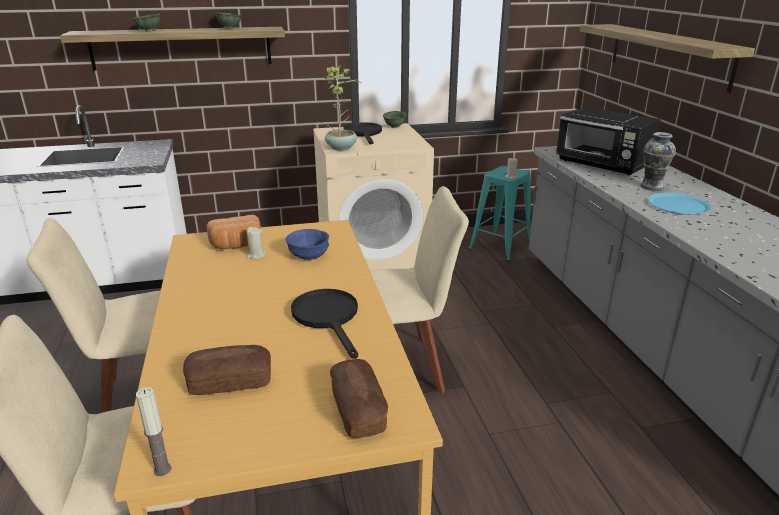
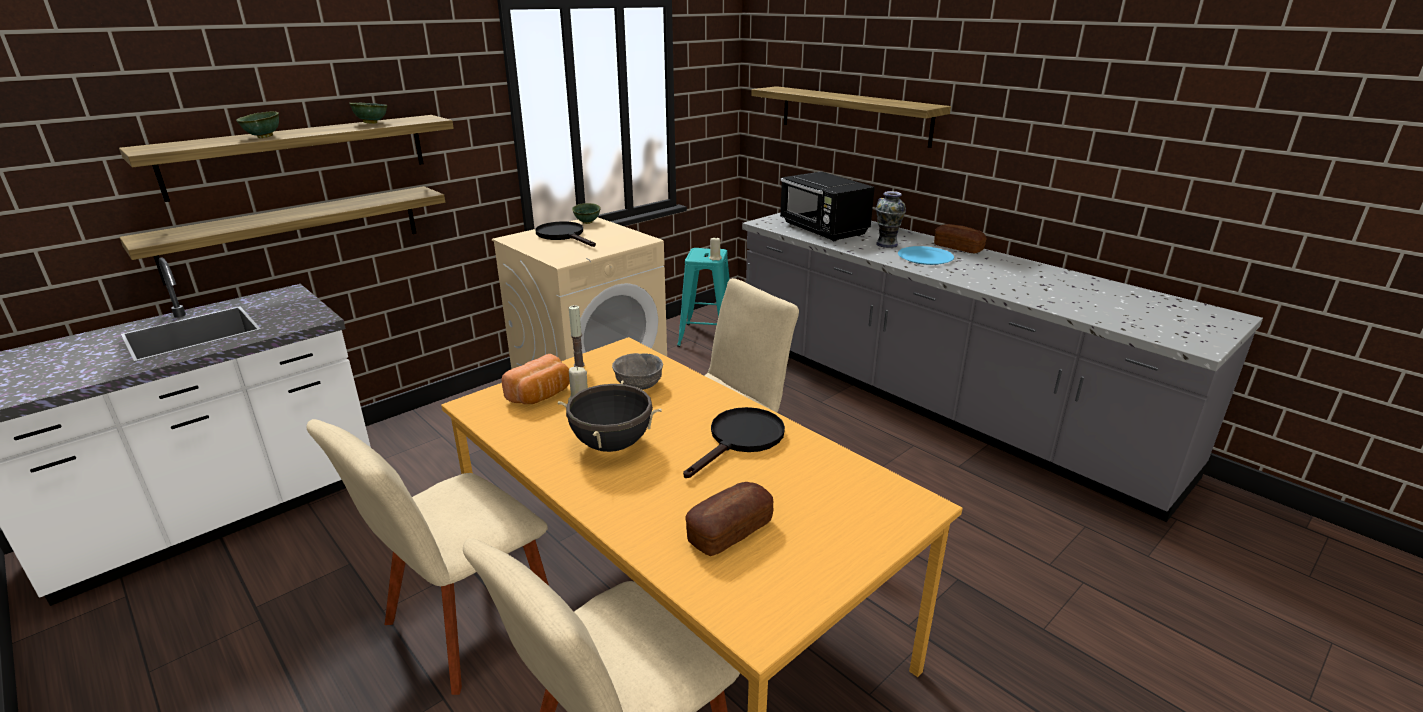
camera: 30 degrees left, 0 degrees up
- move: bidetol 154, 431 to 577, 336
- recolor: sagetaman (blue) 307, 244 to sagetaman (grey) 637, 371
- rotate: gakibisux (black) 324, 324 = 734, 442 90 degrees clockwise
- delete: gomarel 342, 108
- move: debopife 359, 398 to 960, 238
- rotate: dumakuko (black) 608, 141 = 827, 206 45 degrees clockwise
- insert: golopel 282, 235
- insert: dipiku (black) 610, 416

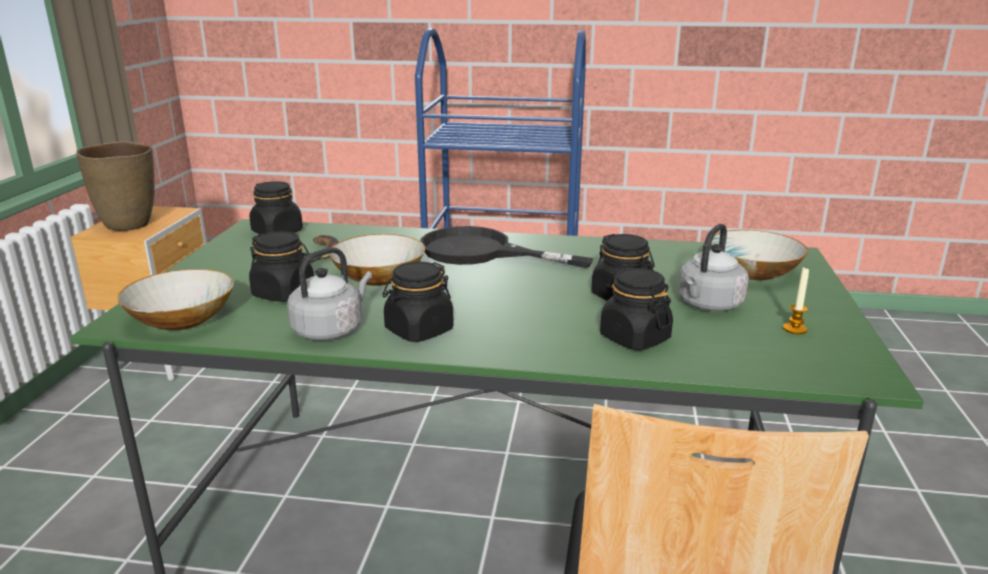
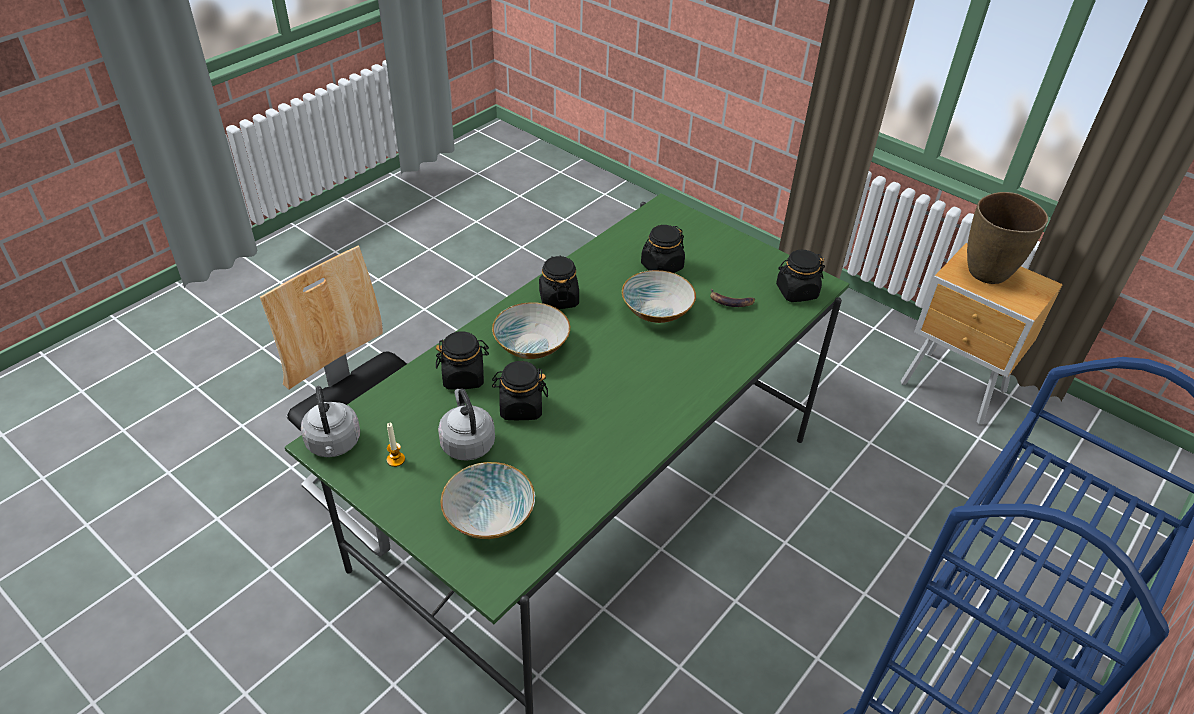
camera: 120 degrees right, 20 degrees up
- move: sagetaman 175, 300 to 531, 330
- move: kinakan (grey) 329, 294 to 330, 421
- delete: gakibisux (black) 507, 247

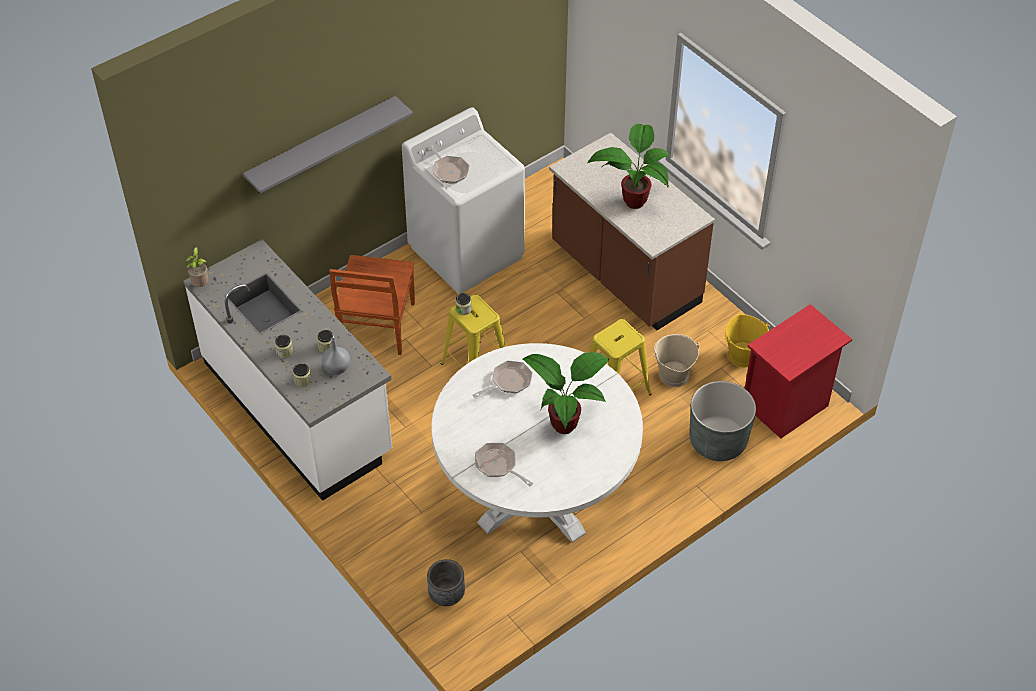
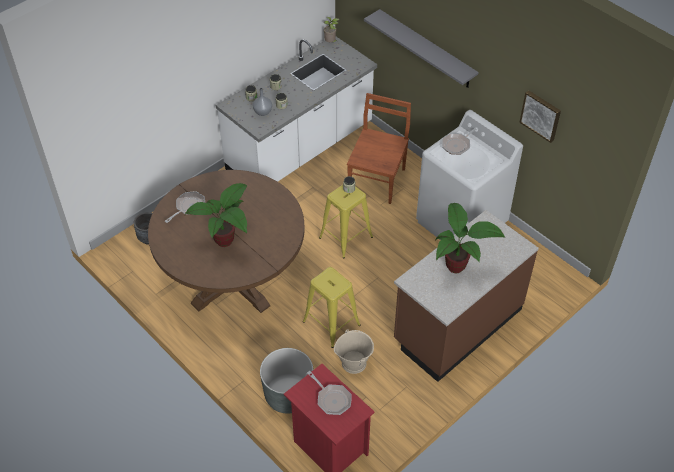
camera: 85 degrees right, 0 degrees up
- rotate: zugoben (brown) 372, 305 = 379, 148 105 degrees clockwise
- recolor: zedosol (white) 537, 443 to zedosol (brown) 226, 241
- move: gakibisux 503, 379 to 329, 393
- delete: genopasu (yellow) 747, 340
- insert: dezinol 540, 116

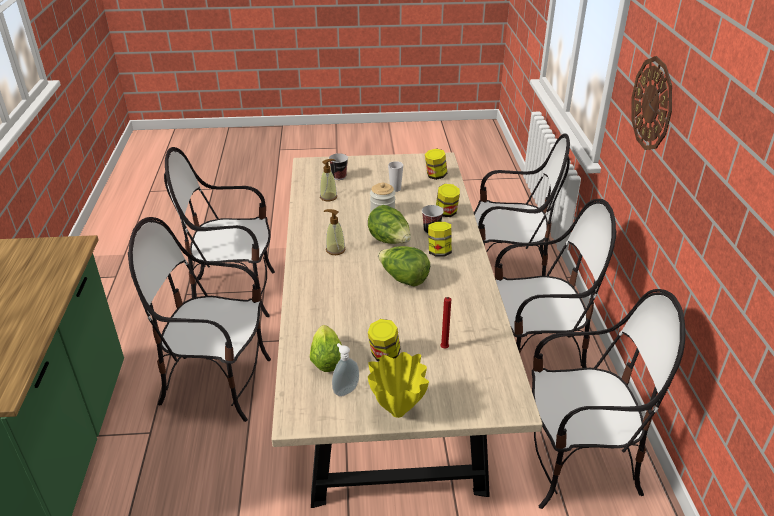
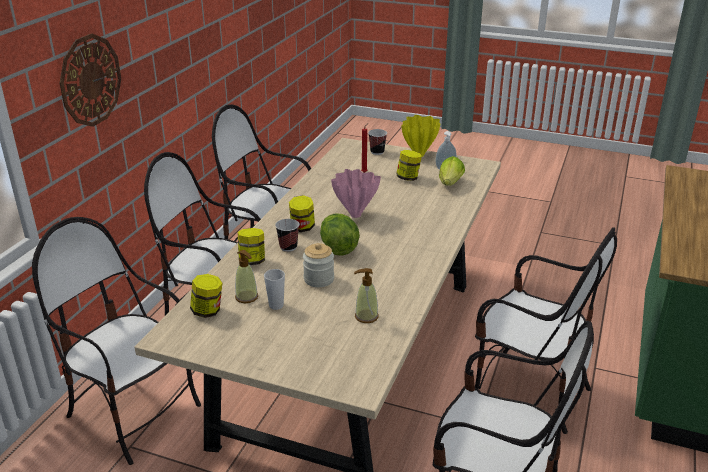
camera: 155 degrees left, 5 degrees down
- move: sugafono 334, 232 to 246, 276
- move: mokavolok 338, 166 to 377, 142
- replace: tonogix 404, 266 to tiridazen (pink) 356, 193

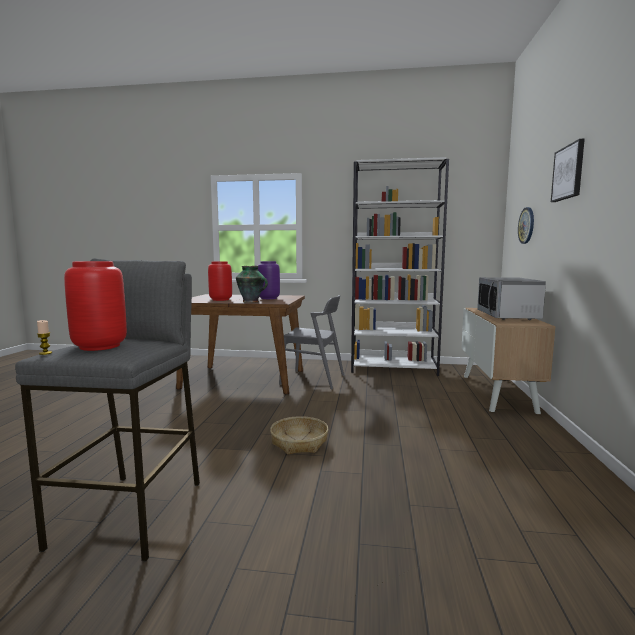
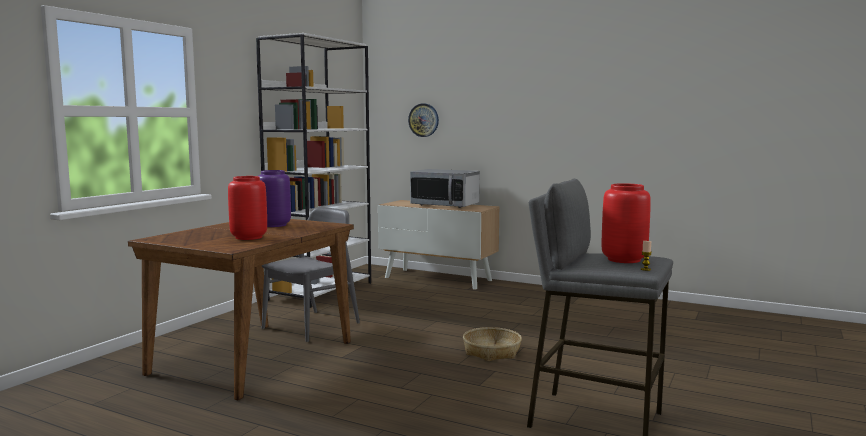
camera: 70 degrees left, 0 degrees up
- delete: tiridazen 252, 284
- delete: dezinol 568, 170

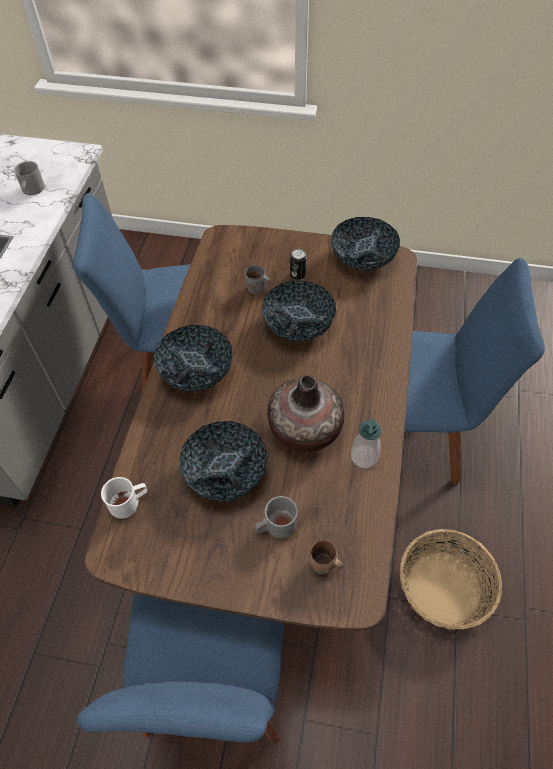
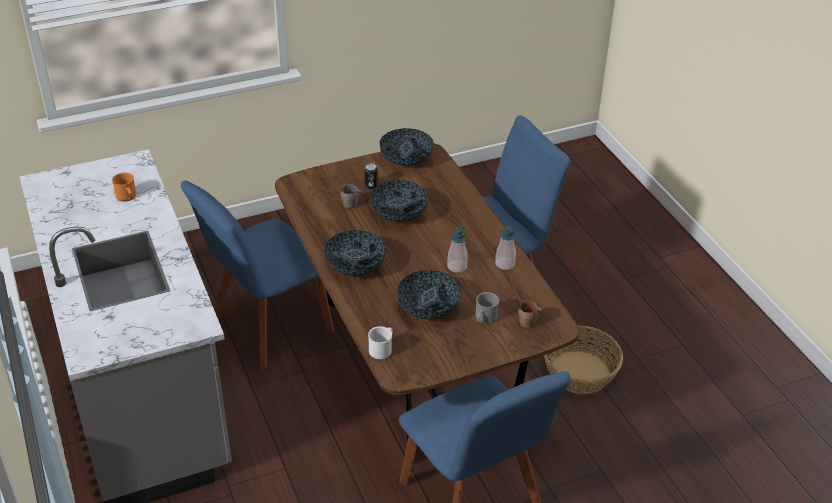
camera: 35 degrees left, 15 degrees down
- recolor: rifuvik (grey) 29, 178 to rifuvik (orange) 124, 187
- replace: tiridazen 305, 413 to sugafono 457, 249

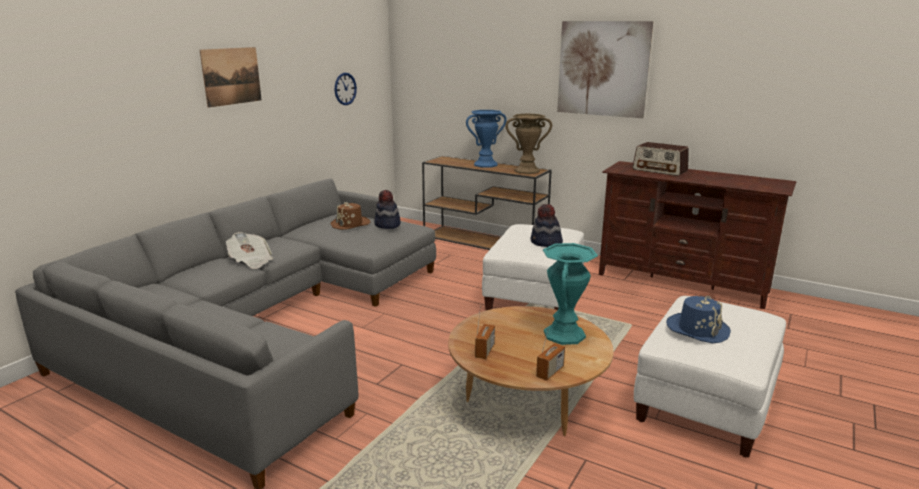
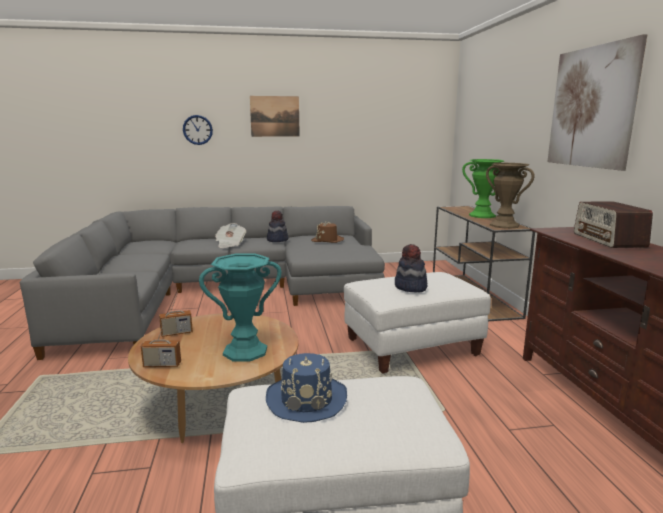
camera: 50 degrees right, 5 degrees down
- move: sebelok 346, 89 to 198, 130
- move: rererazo 387, 209 to 277, 226
- recolor: tiridazen (blue) 486, 139 to tiridazen (green) 483, 188

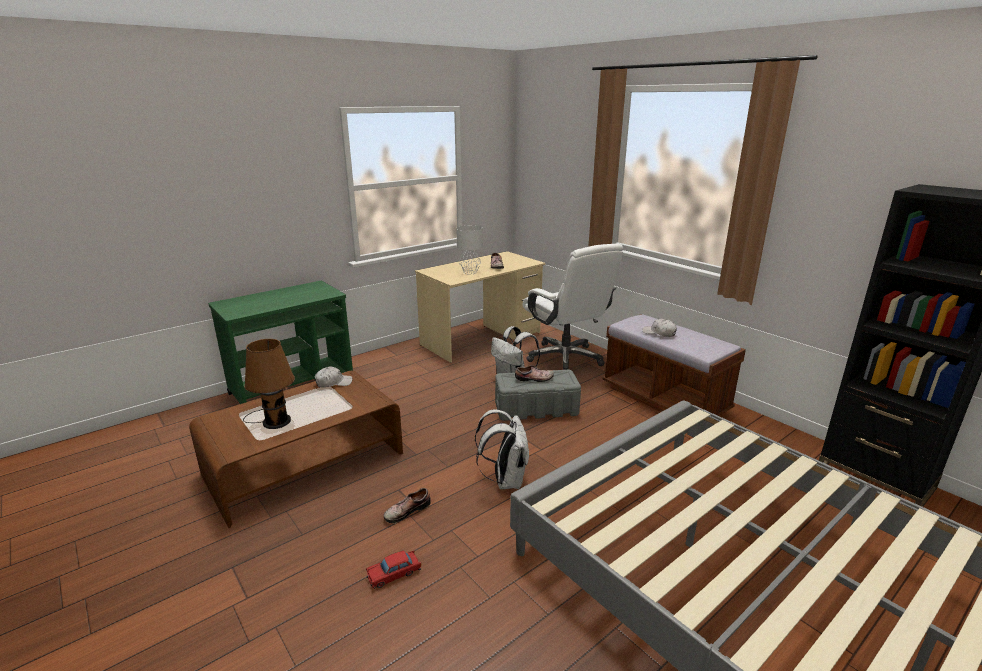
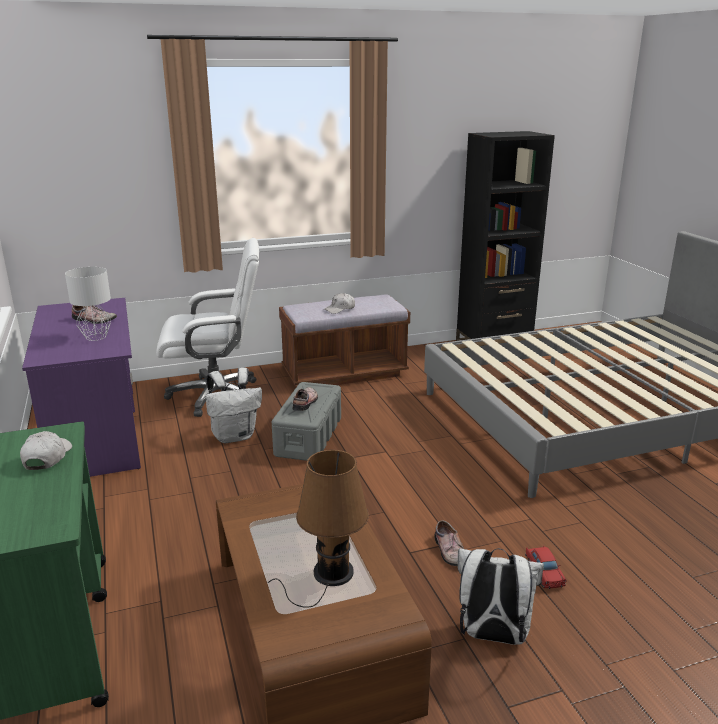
camera: 70 degrees left, 0 degrees up
- move: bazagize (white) 333, 376 to 46, 450
- recolor: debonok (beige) 480, 307 to debonok (purple) 81, 387
- move: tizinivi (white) 502, 449 to 501, 596

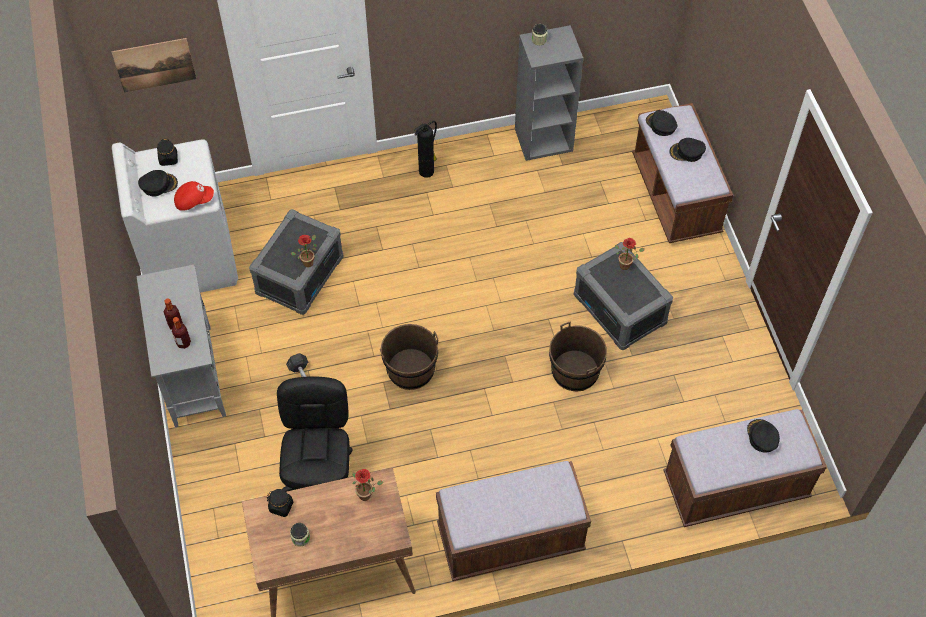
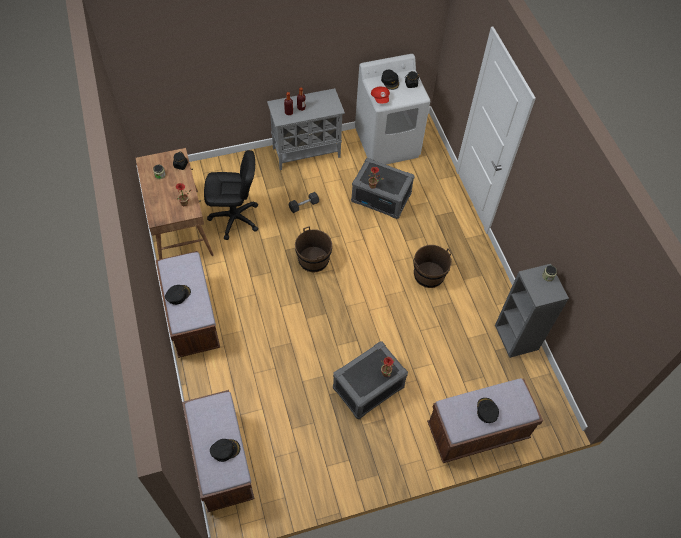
camera: 85 degrees right, 0 degrees up
- delete: dezinol 153, 65
- delete: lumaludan 425, 149
- move: genopasu (brown) 578, 357 to 432, 266
- move: bazagize (black) 661, 123 to 178, 295

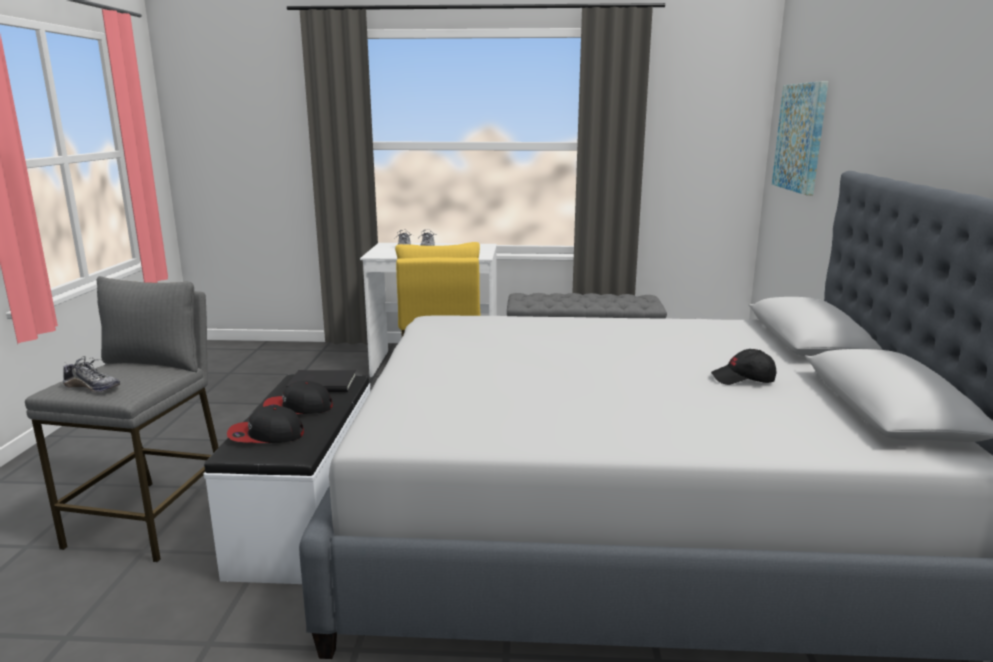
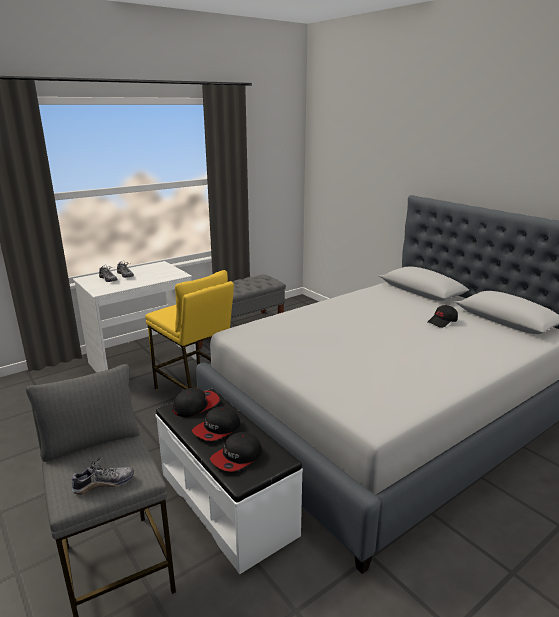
camera: 40 degrees left, 5 degrees up
- replace: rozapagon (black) 321, 381 to bazagize 196, 402
- delete: dezinol 800, 138

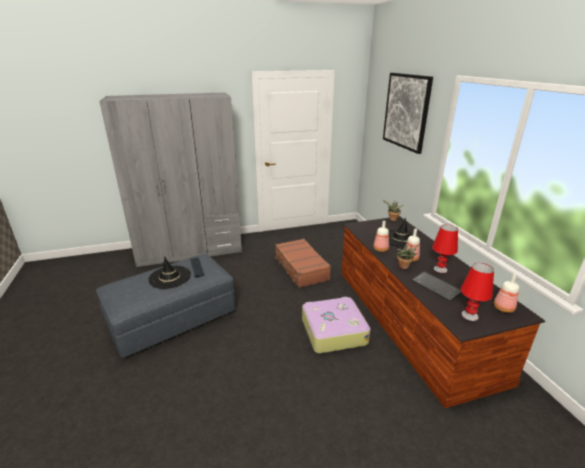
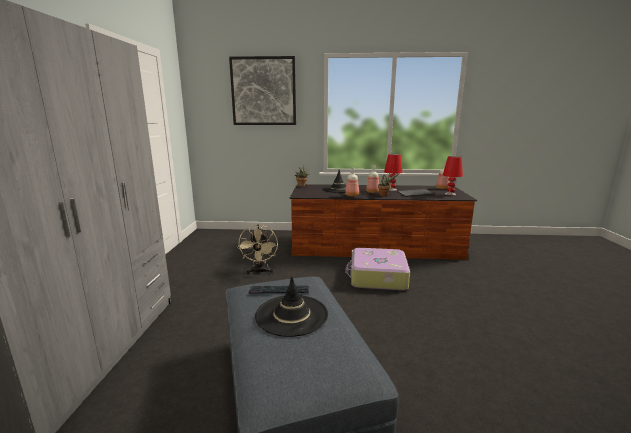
camera: 70 degrees left, 10 degrees down
- replace: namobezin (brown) 303, 263 to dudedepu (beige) 258, 249

